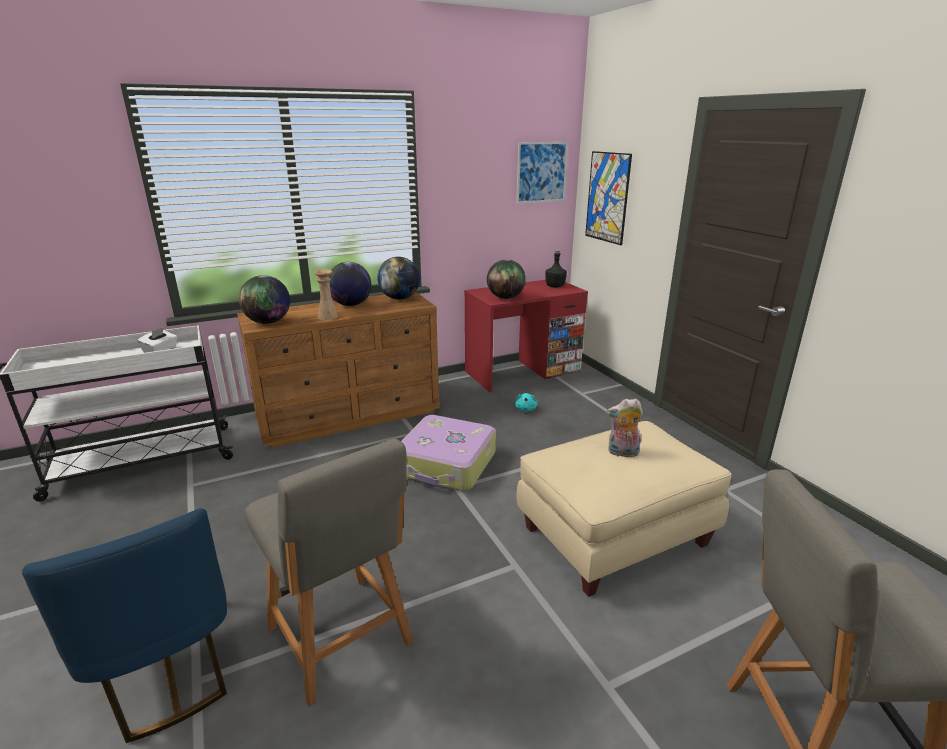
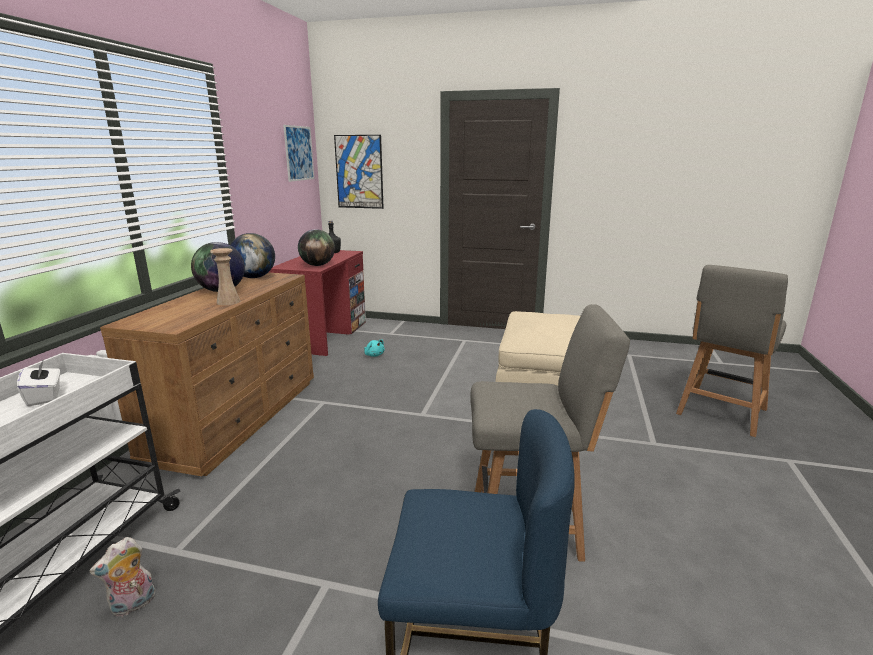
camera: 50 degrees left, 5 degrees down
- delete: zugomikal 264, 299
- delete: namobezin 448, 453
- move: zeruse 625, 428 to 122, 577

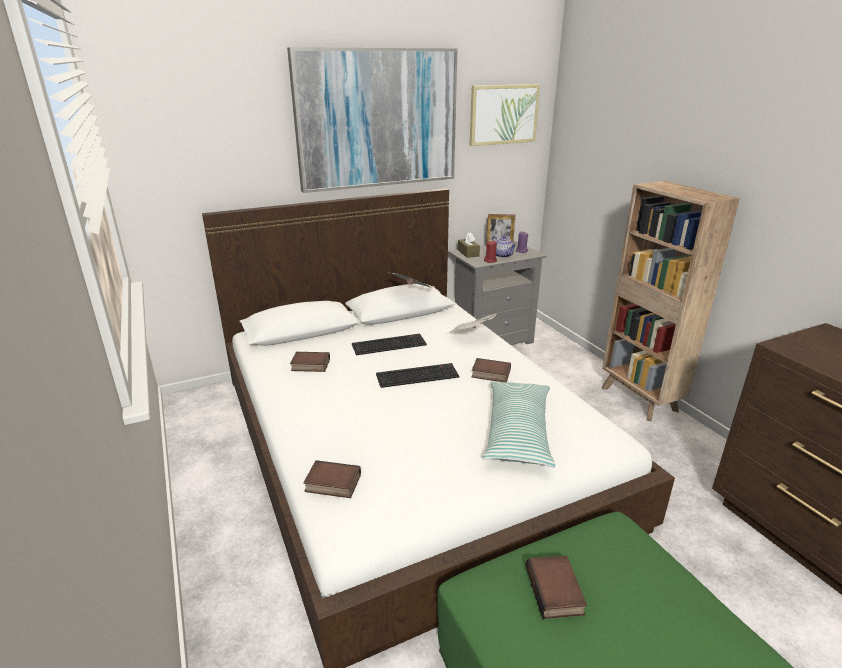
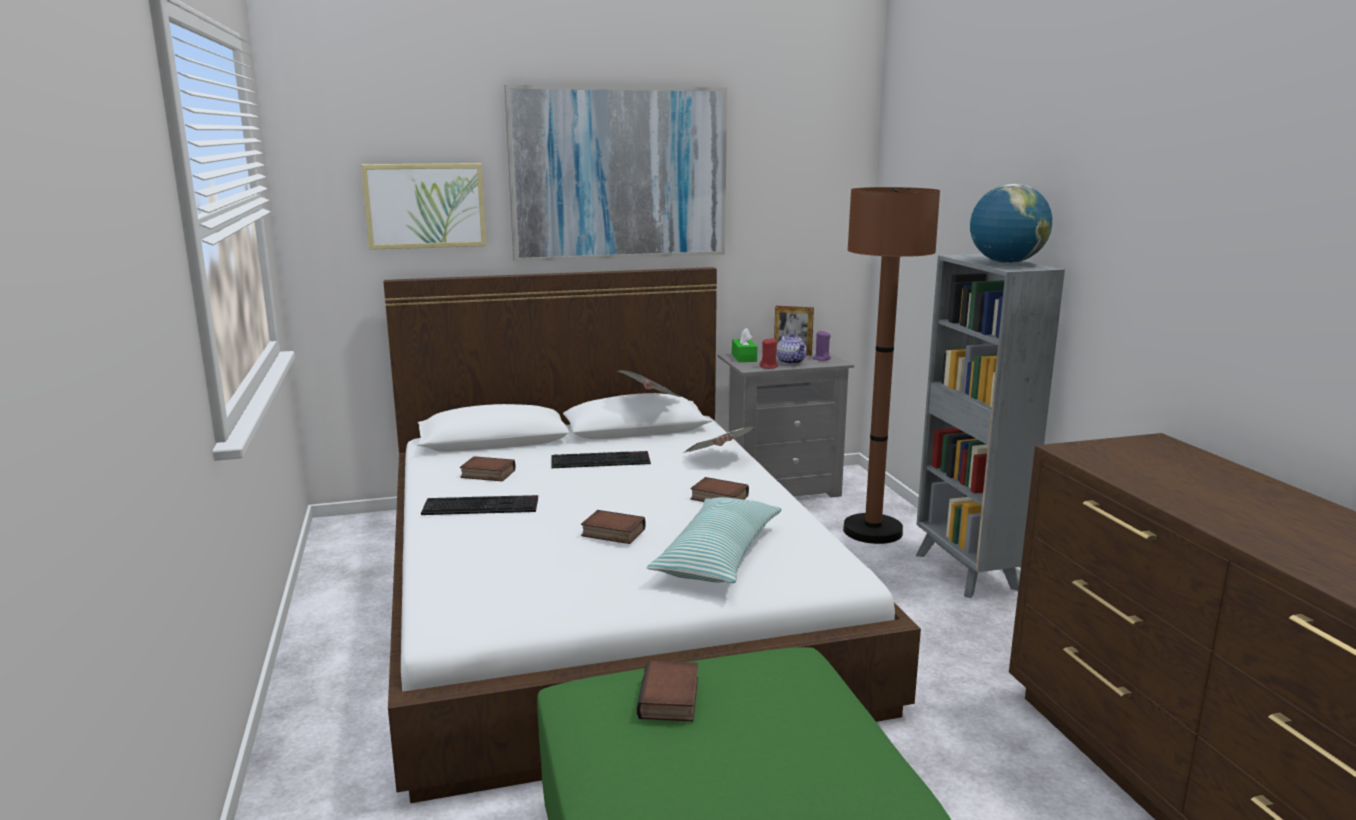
camera: 10 degrees right, 10 degrees down
- move: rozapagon 332, 479 to 613, 527
- move: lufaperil 417, 375 to 479, 505
- recolor: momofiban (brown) 469, 245 to momofiban (green) 744, 345
- move: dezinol 504, 115 to 423, 206
- recolor: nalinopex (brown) 671, 301 to nalinopex (grey) 990, 426
- insert: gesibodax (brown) 891, 365
- insert: zugomikal 1011, 223

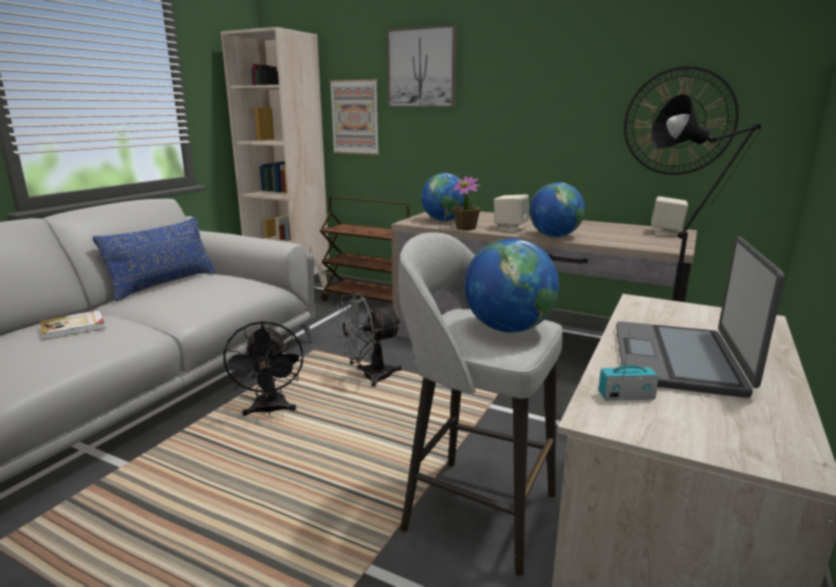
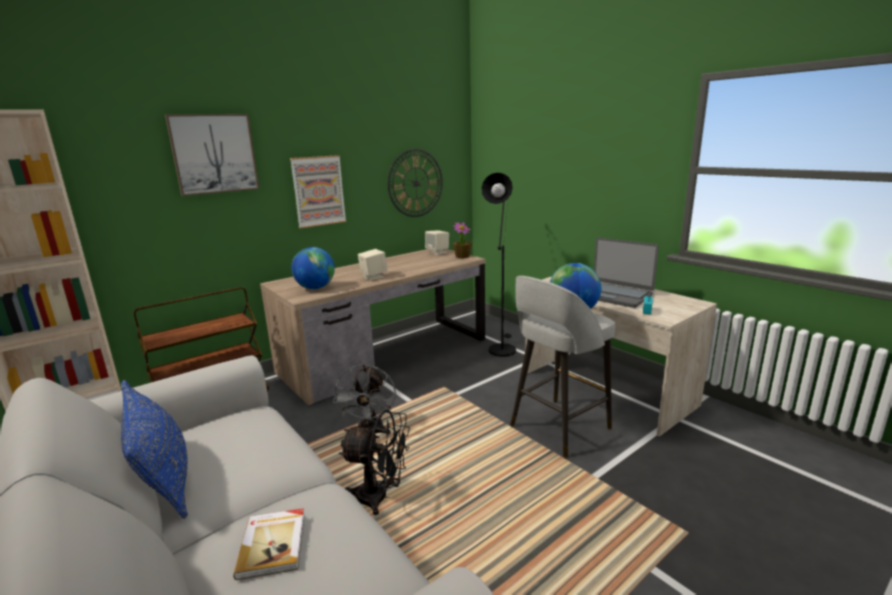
camera: 65 degrees left, 0 degrees up
- move: dezinol 354, 117 to 318, 191
- move: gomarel 466, 203 to 462, 240
- delete: zugomikal 557, 209

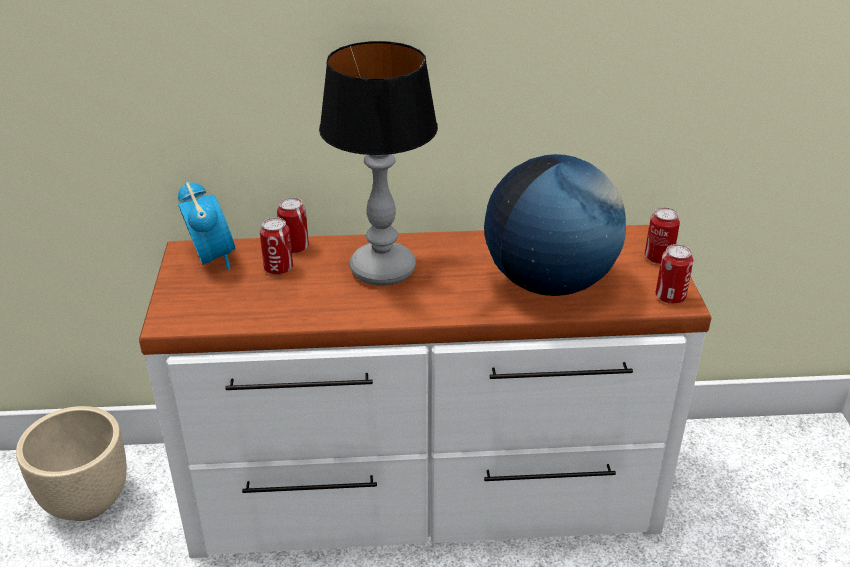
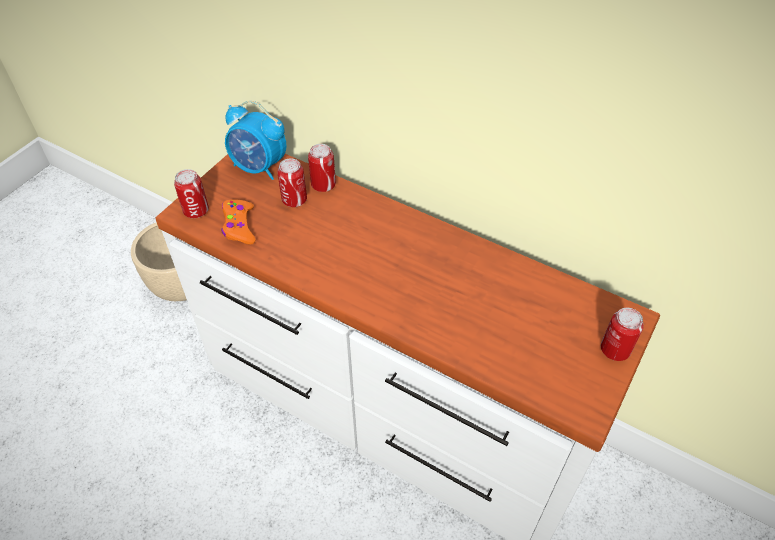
camera: 35 degrees right, 15 degrees up
- rotate: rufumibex 206, 225 = 256, 140 105 degrees clockwise
- delete: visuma 378, 163
- delete: zugomikal 555, 225
- move: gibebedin 674, 274 to 191, 193
- insert: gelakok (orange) 238, 222

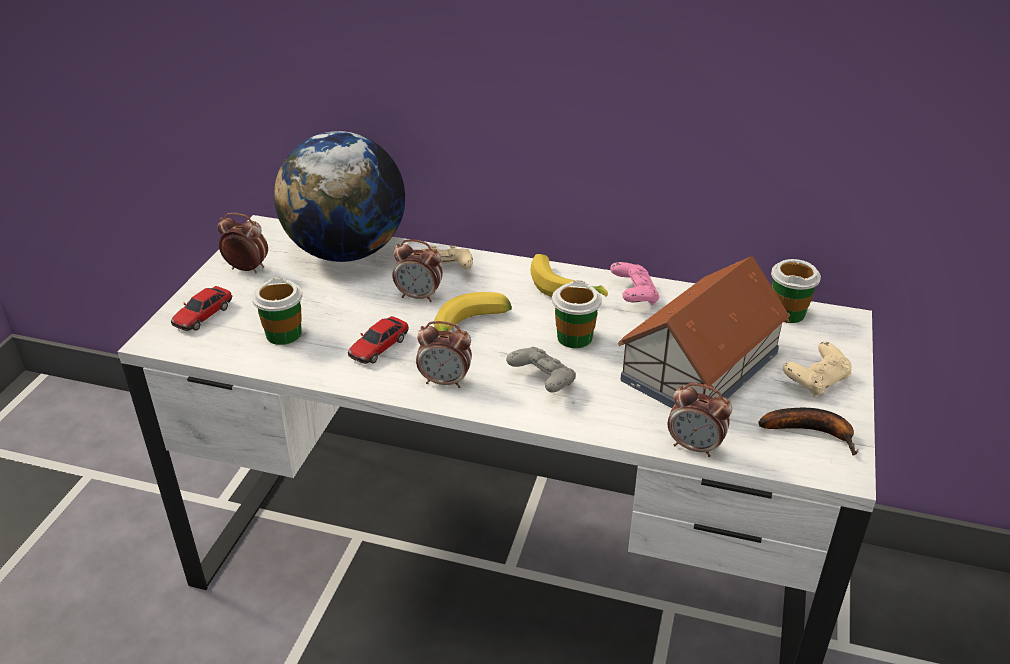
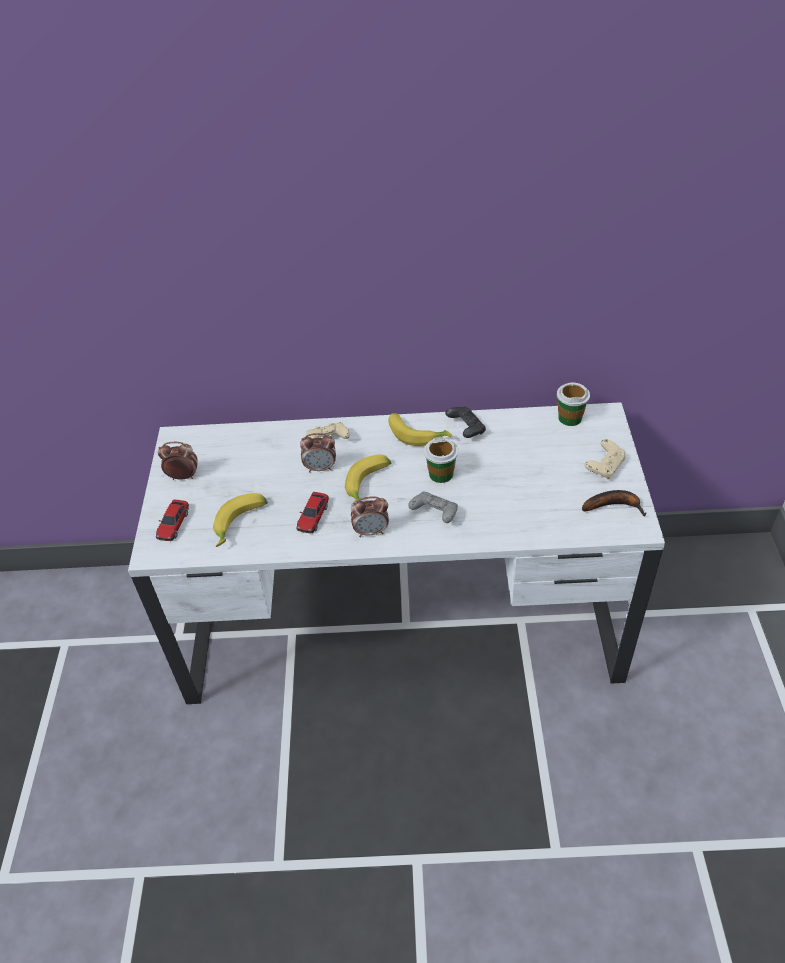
camera: 15 degrees left, 10 degrees up
- replace: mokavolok 277, 311 to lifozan 240, 520
- delete: zugomikal 339, 196
- recolor: gelakok (pink) 635, 283 to gelakok (black) 465, 422
- delete: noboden 704, 332
- delete: rufumibex 700, 420

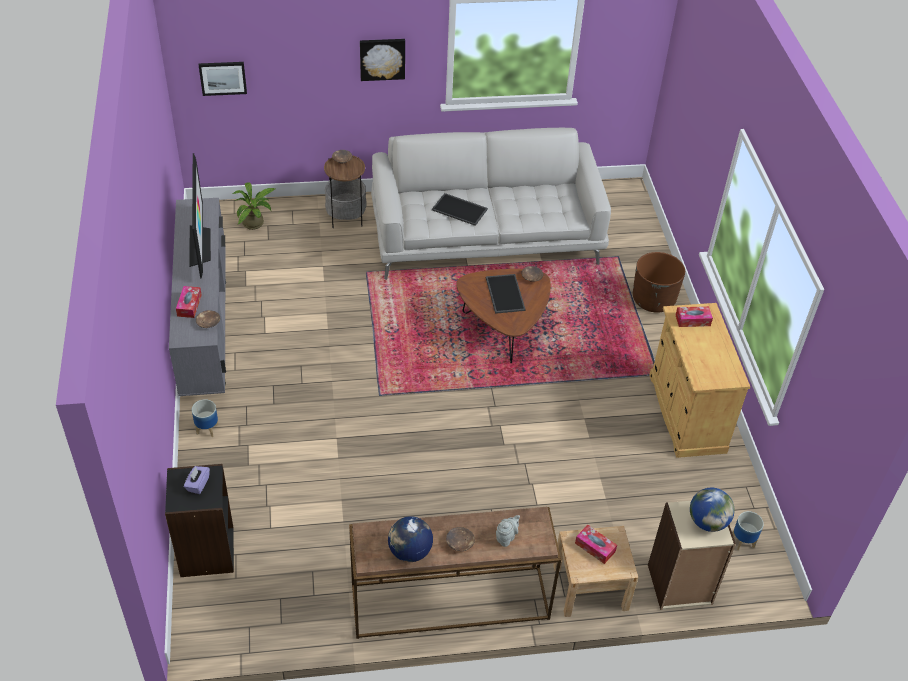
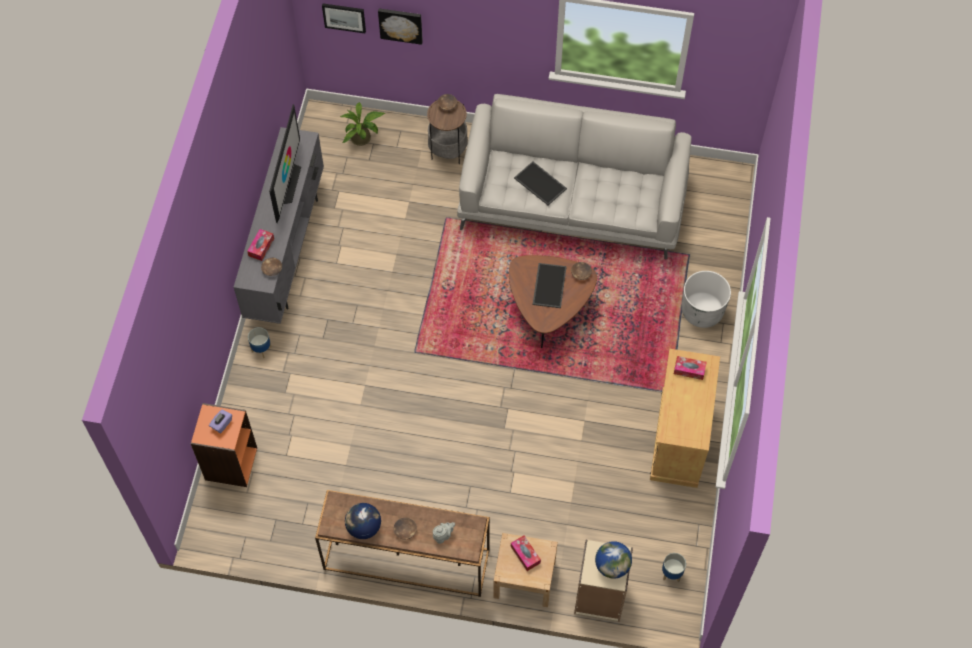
camera: 20 degrees right, 15 degrees up
- recolor: nalinopex (black) 199, 520 to nalinopex (orange) 224, 445
- move: dezinol 382, 60 to 400, 26
- recolor: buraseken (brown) 659, 282 to buraseken (white) 706, 299

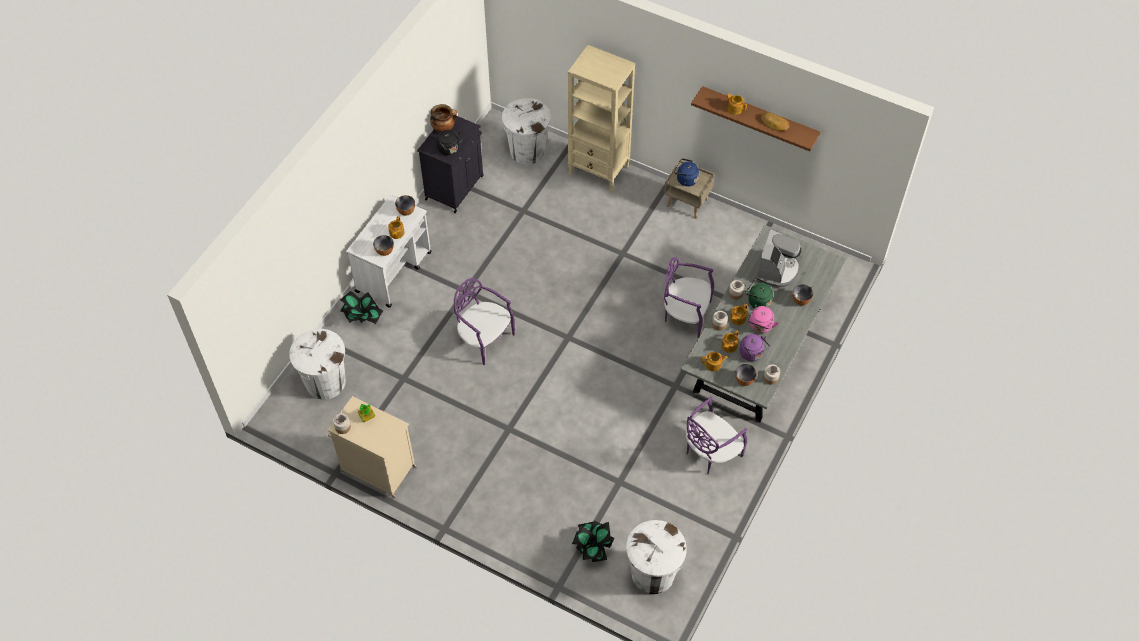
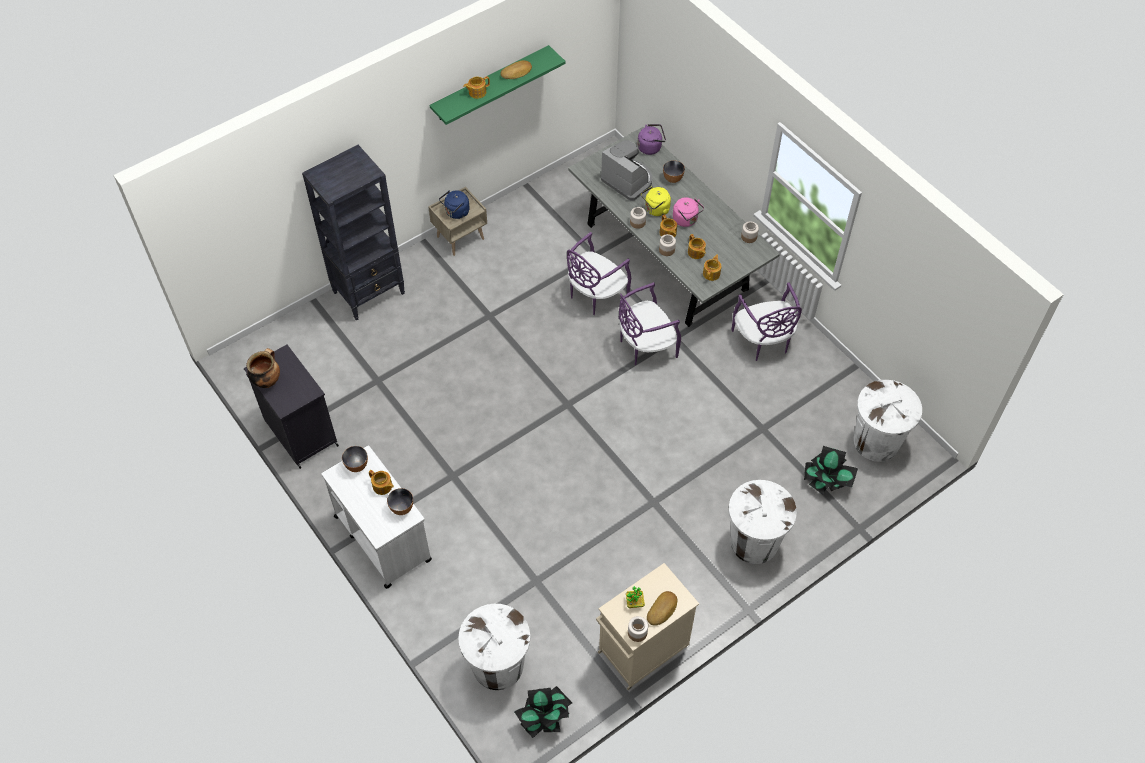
camera: 65 degrees left, 0 degrees up
- move: gomarel 361, 307 to 543, 712
- delete: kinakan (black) 449, 142
- move: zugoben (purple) 484, 321 to 650, 323
- move: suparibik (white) 526, 131 to 763, 522
- recolor: nalinopex (beige) 601, 118 to nalinopex (black) 353, 233
- recolor: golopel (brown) 755, 118 to golopel (green) 497, 85
- delete: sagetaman 746, 375
- move: kinakan (purple) 754, 347 to 651, 139
- recolor: kinakan (green) 759, 293 to kinakan (yellow) 656, 201
- insert: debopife 662, 608

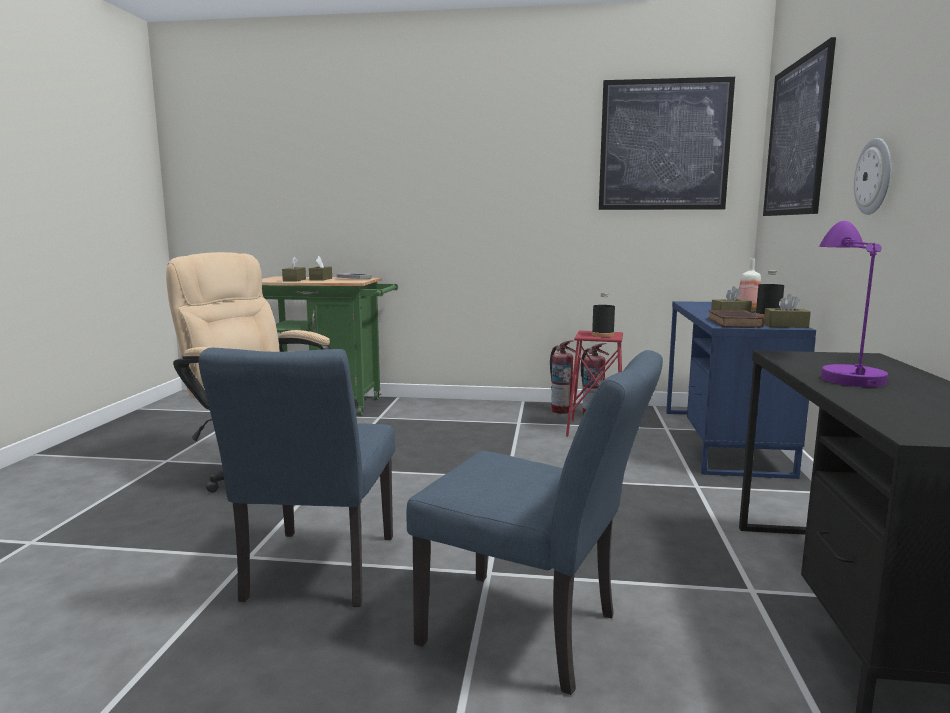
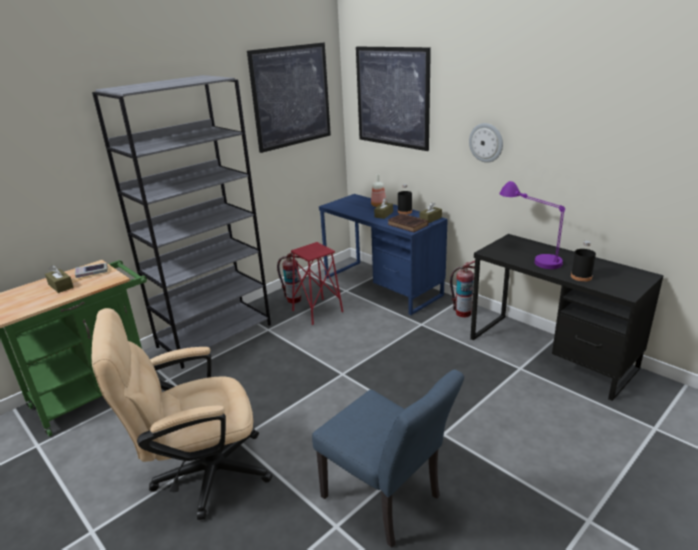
camera: 50 degrees left, 15 degrees up
- delete: momofiban (brown) 294, 269
- delete: zugoben (blue) 534, 522
- move: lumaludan 563, 377 to 462, 289
- move: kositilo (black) 603, 315 to 583, 261
- insert: nalinopex (grey) 181, 222

